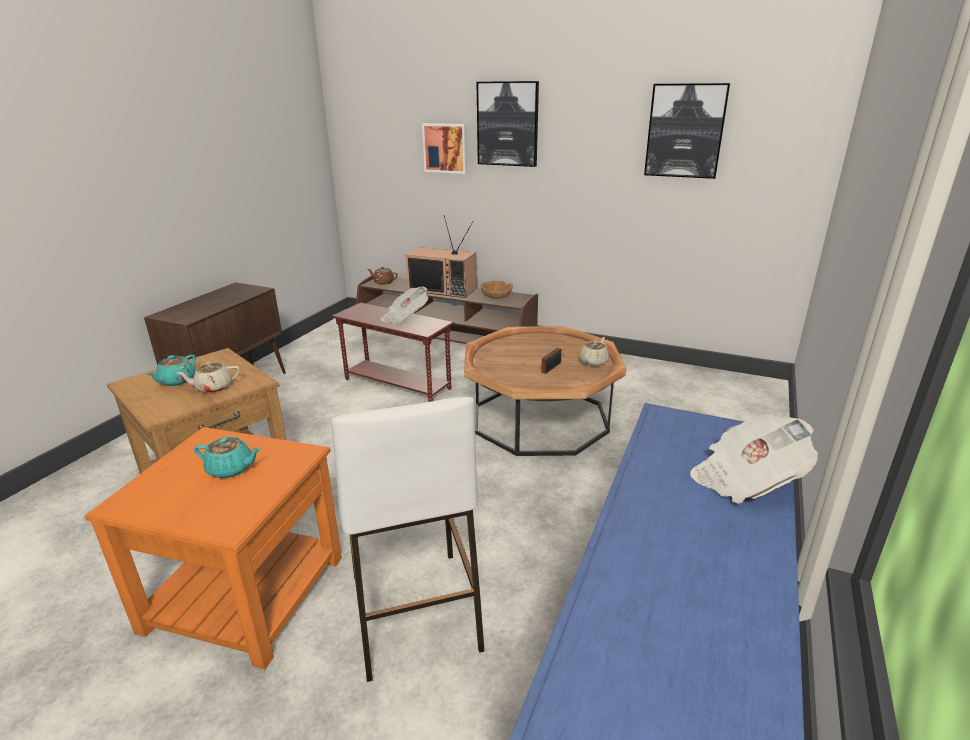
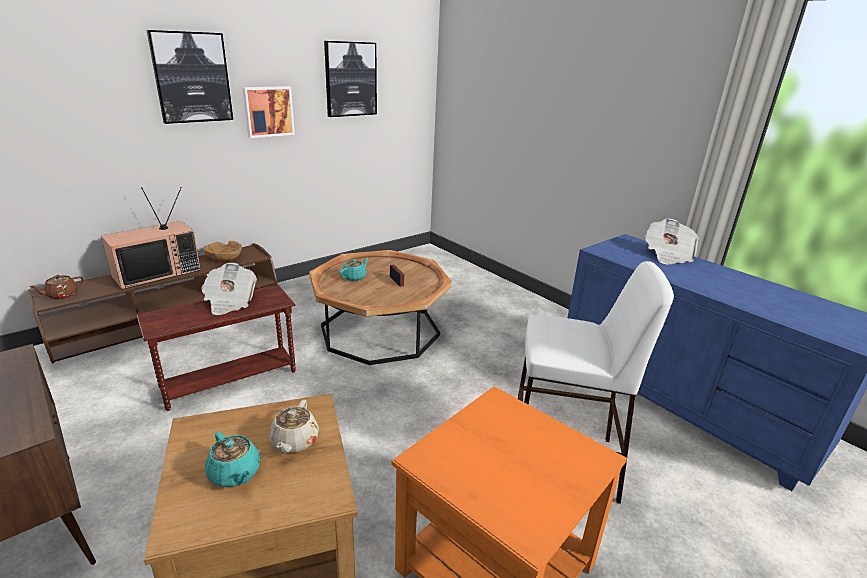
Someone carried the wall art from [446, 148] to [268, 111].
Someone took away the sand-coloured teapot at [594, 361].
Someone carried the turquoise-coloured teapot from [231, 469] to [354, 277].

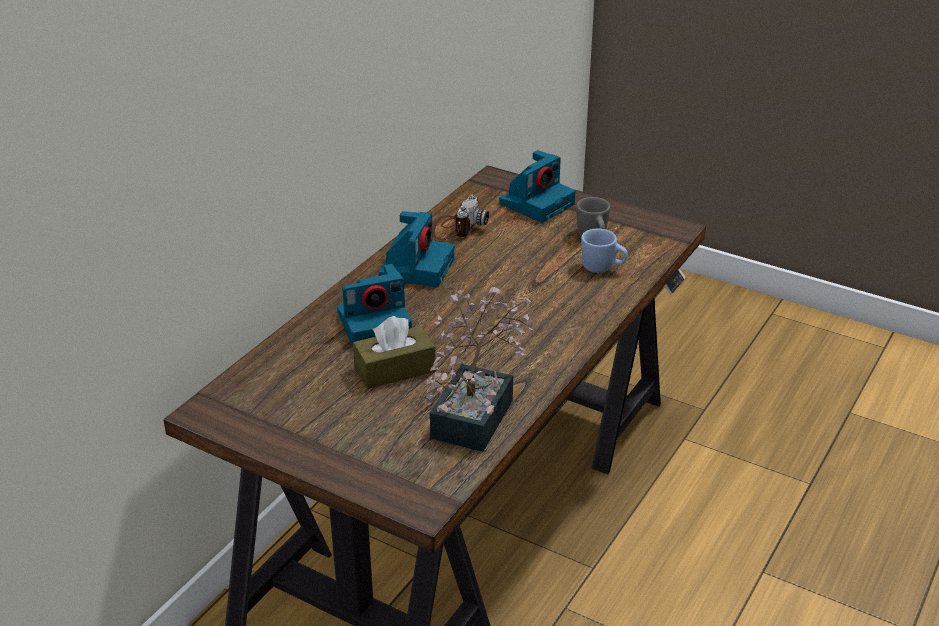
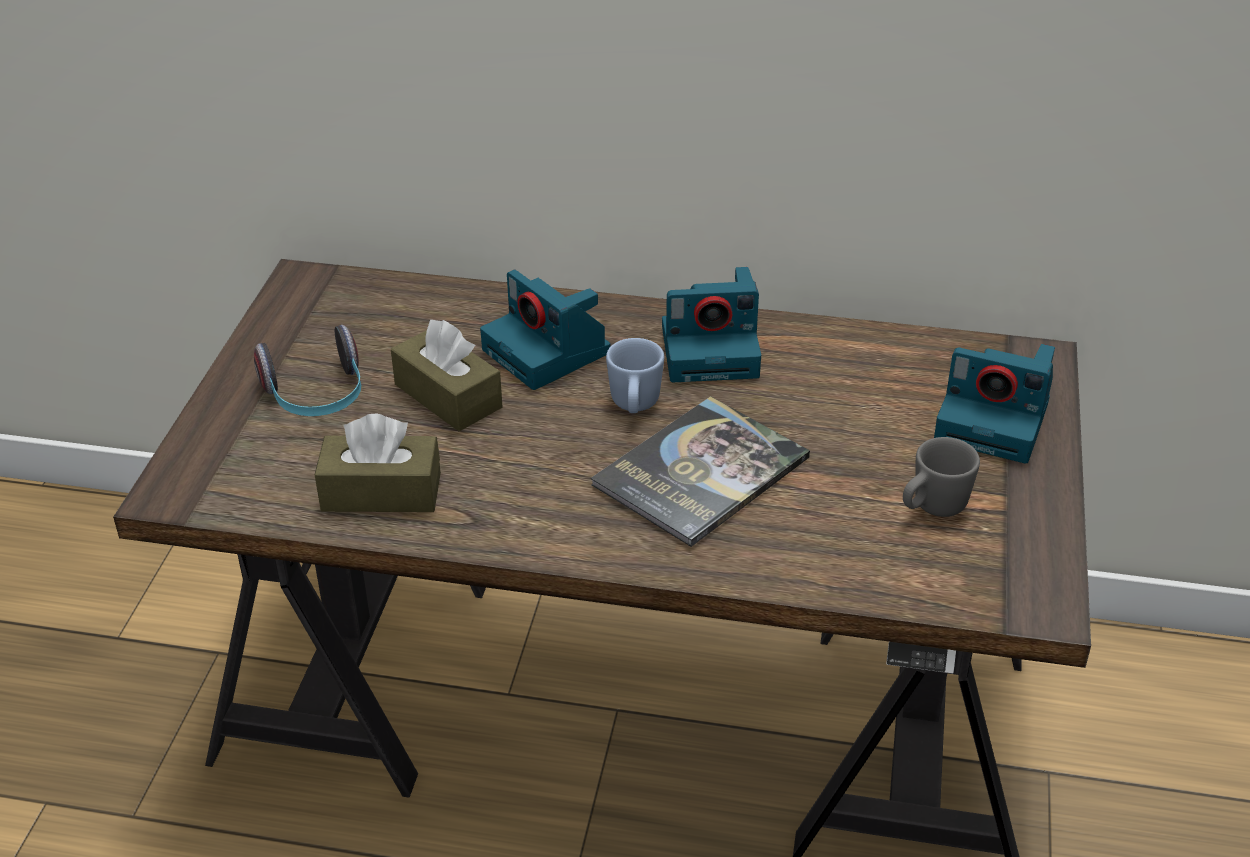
Someone took away the still camera at [457, 227].
Someone carried the bluish mug from [602, 268] to [634, 406].
Someone swapped the potted plant at [477, 412] for the brownish tissue holder at [381, 492].
Someone put down the pair of headphones at [317, 397].
Someone put down the bound book at [701, 472].

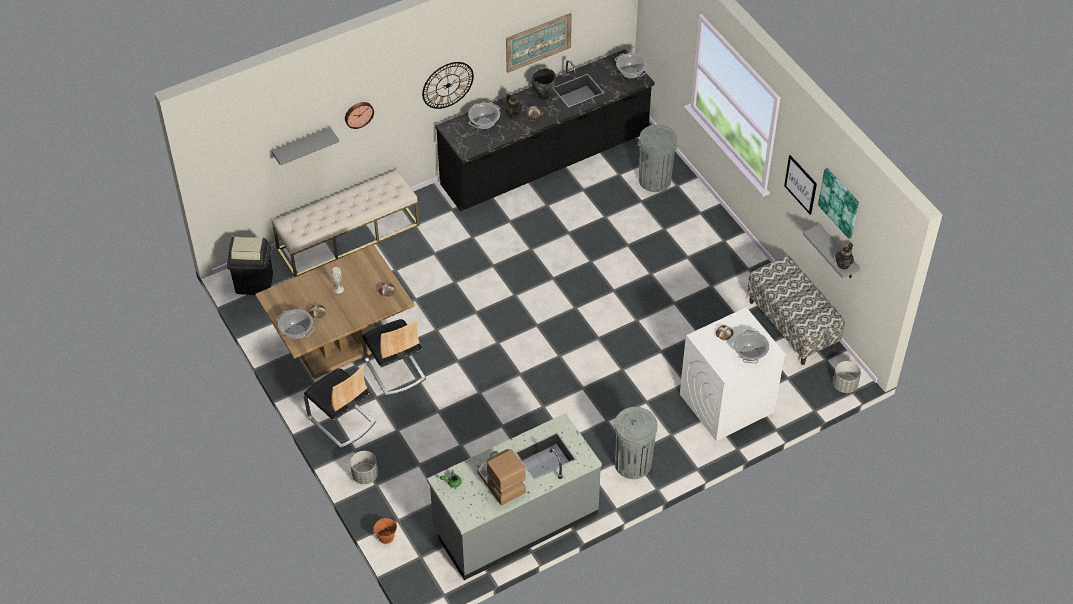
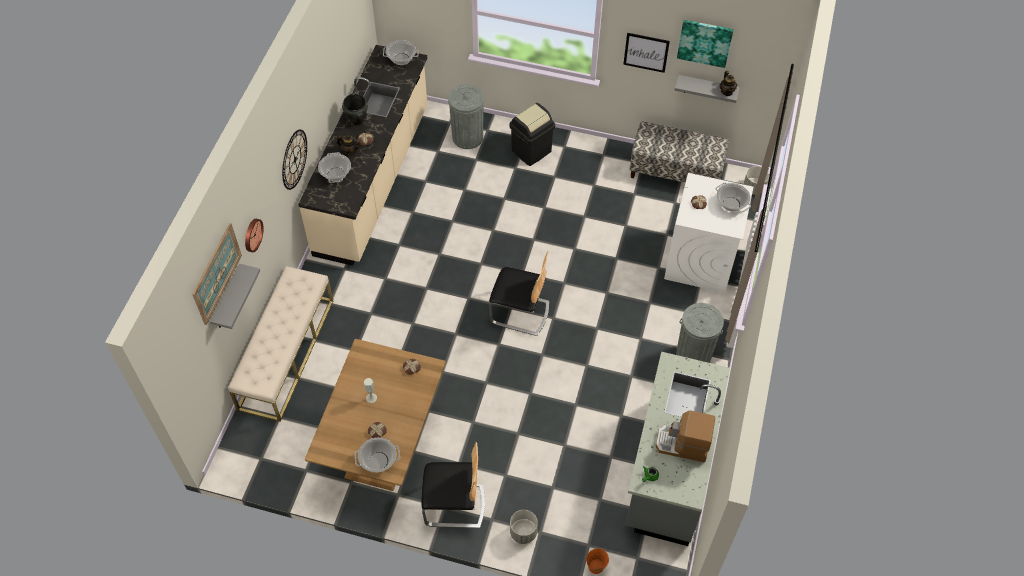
Someone carried the wall art from [538, 42] to [216, 273].
Someone repainted the blackish kitchen base unit at [545, 162], which became the sand-coloured kitchen base unit at [373, 180].
Someone carried the blackish waste bin from [254, 282] to [531, 151].
Someone carried the chair from [395, 370] to [520, 312].

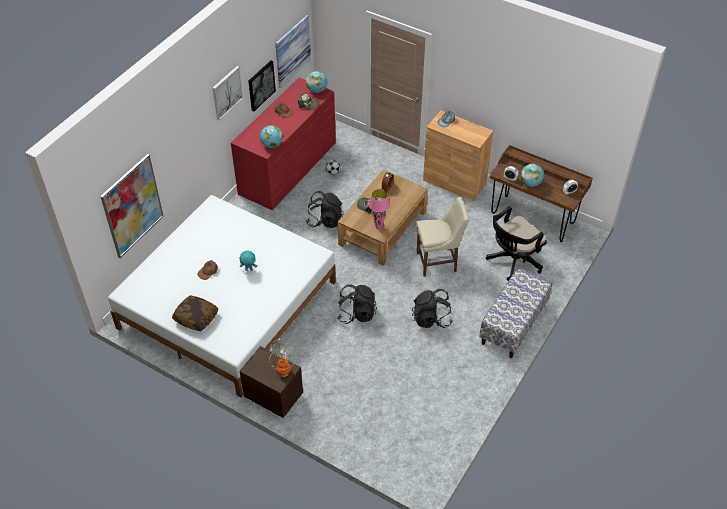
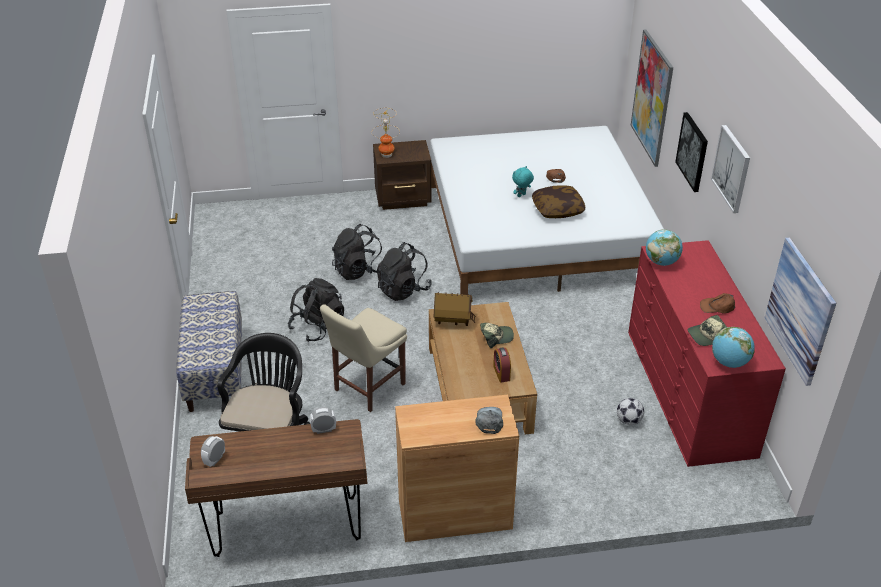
Someone carried the wall art from [261, 85] to [693, 151].
Someone took away the world globe at [530, 183].
Someone swapped the pinkish table lamp at [378, 227] for the toy house at [453, 321].
Someone carried the blackish rucksack from [325, 220] to [359, 270].
Someone carried the cushion from [196, 318] to [557, 209].

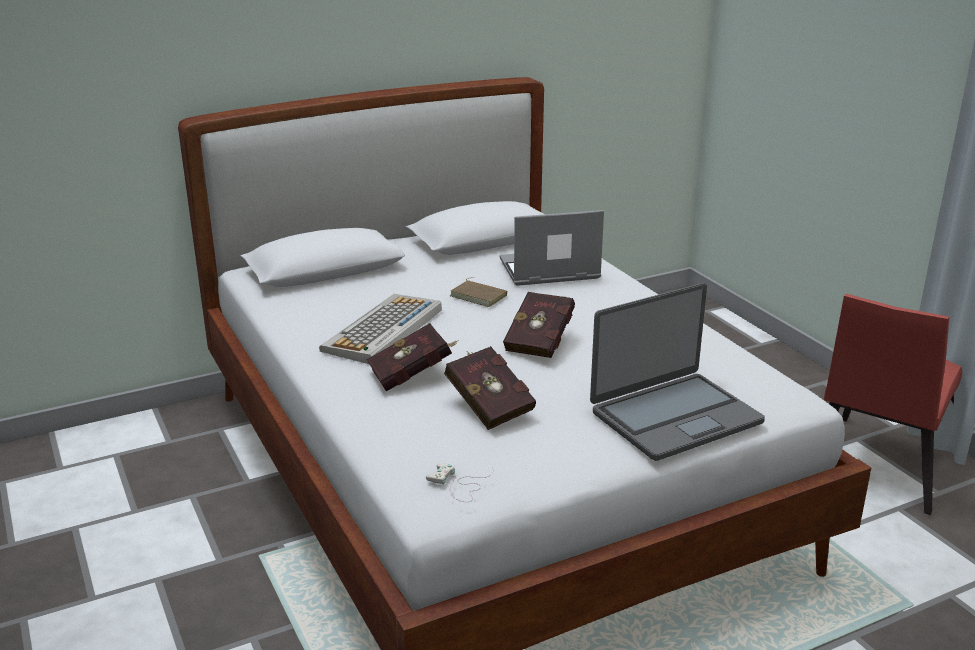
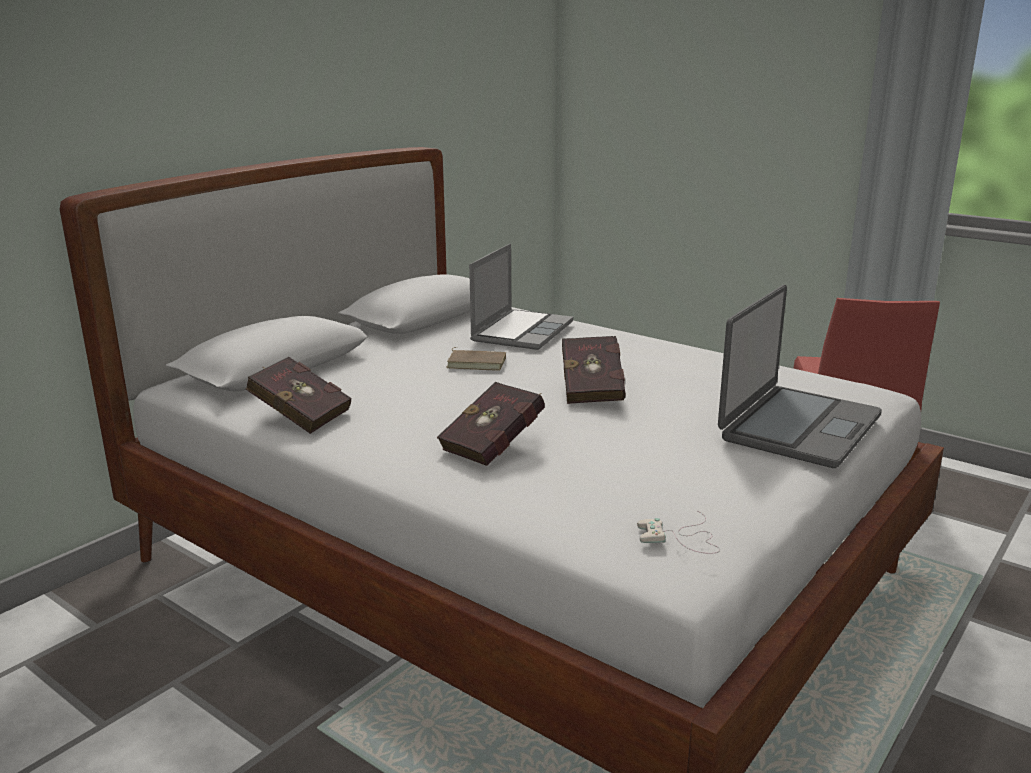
Someone rotated the laptop at [548, 270] by 150 degrees clockwise.
Someone took away the PC keyboard at [383, 330].
Someone carried the reddish bound book from [488, 405] to [298, 415].

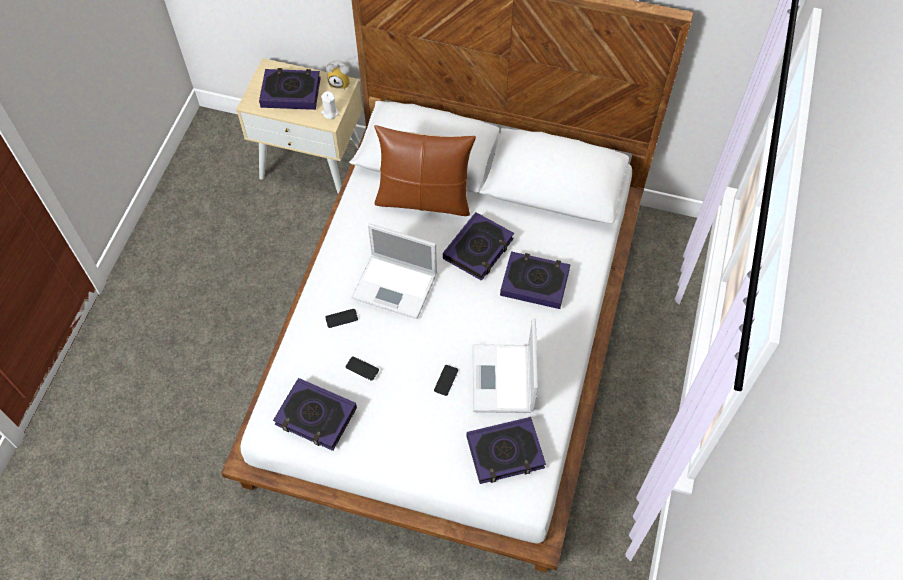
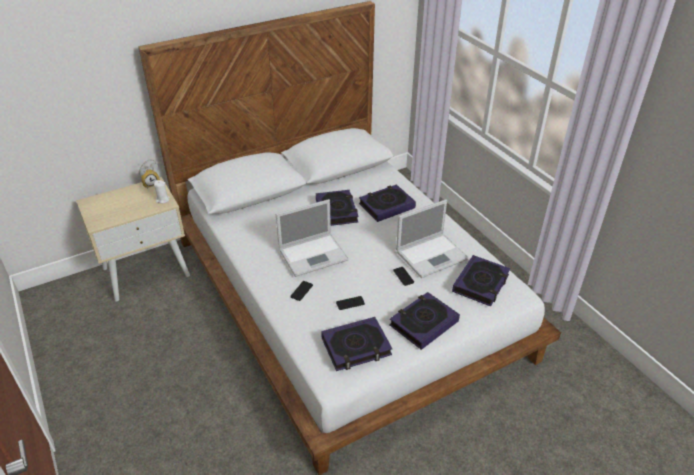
Someone carried the bound book from [291, 92] to [423, 323].
Someone took away the brownish cushion at [424, 199].
Someone rotated the laptop at [503, 380] by 75 degrees counterclockwise.

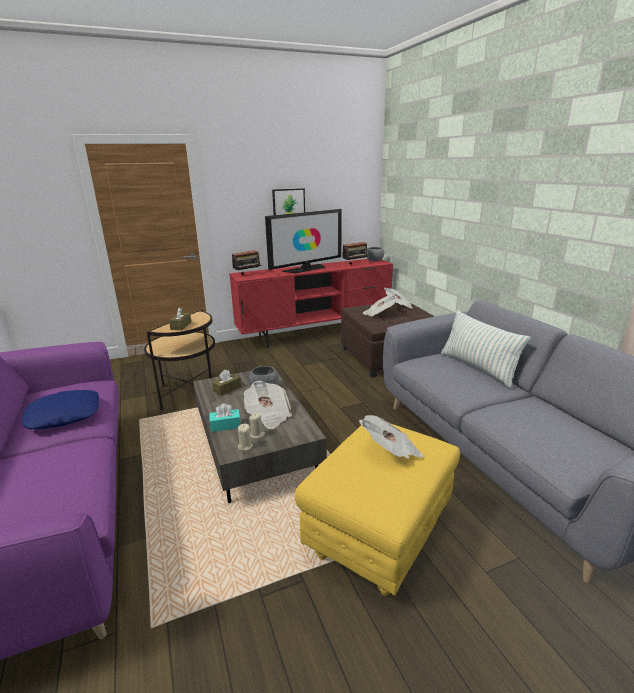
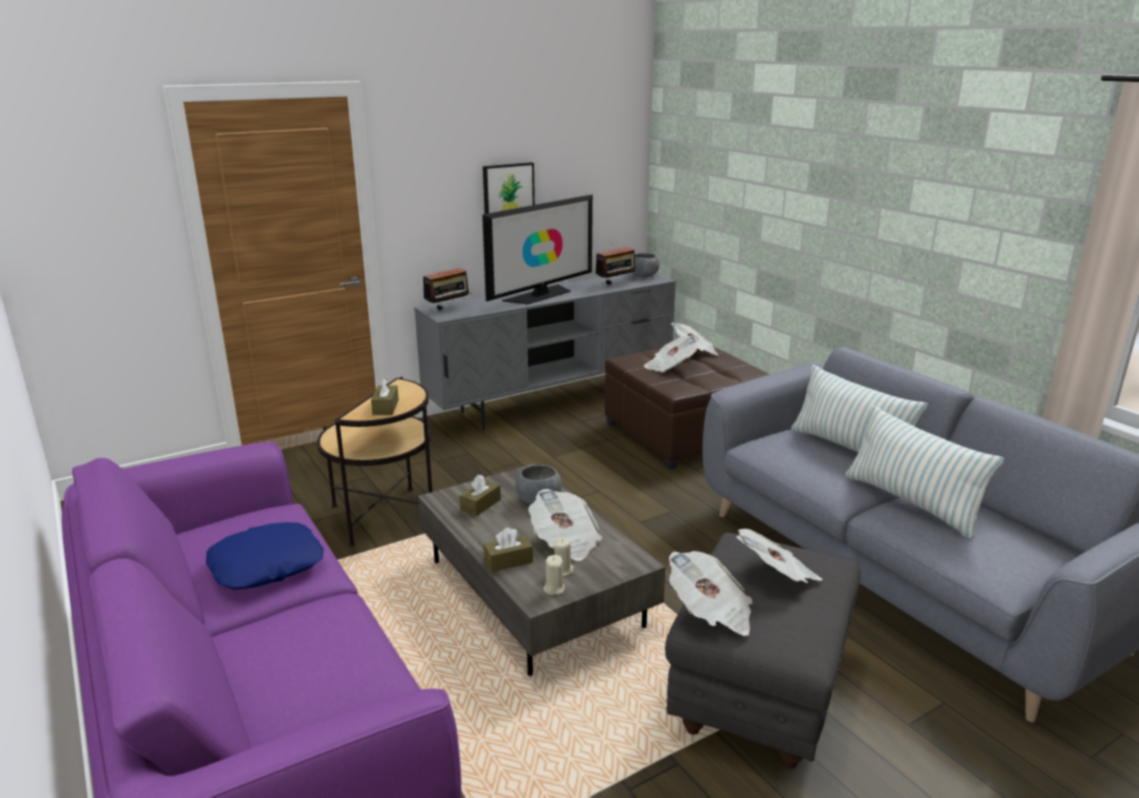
Someone repainted the reddish media console at [315, 334], which became the grey media console at [554, 401].
Someone repainted the turquoise-coloured tissue holder at [225, 425], which became the brownish tissue holder at [508, 561].
Someone repainted the yellowish footrest at [378, 535], which became the grey footrest at [757, 695].
Someone put down the cushion at [911, 503].
Someone put down the daily paper at [710, 612].

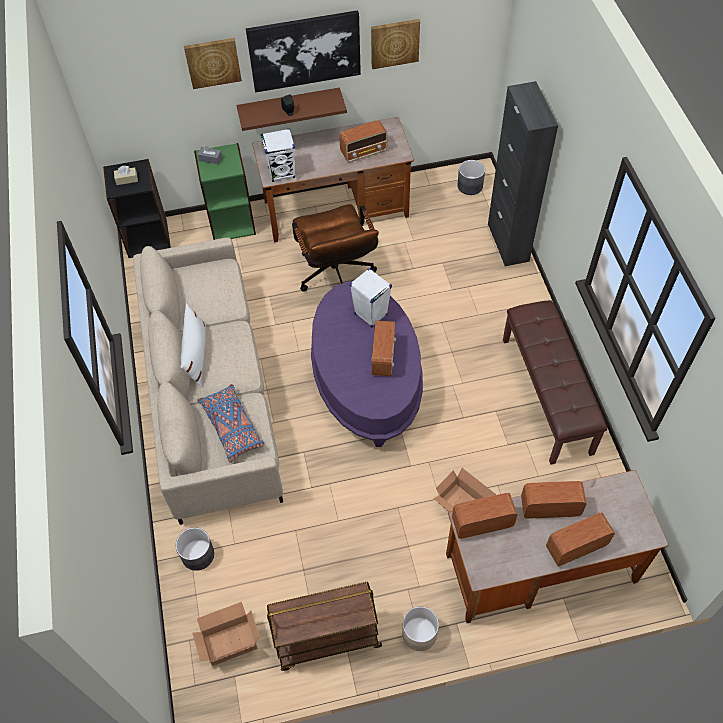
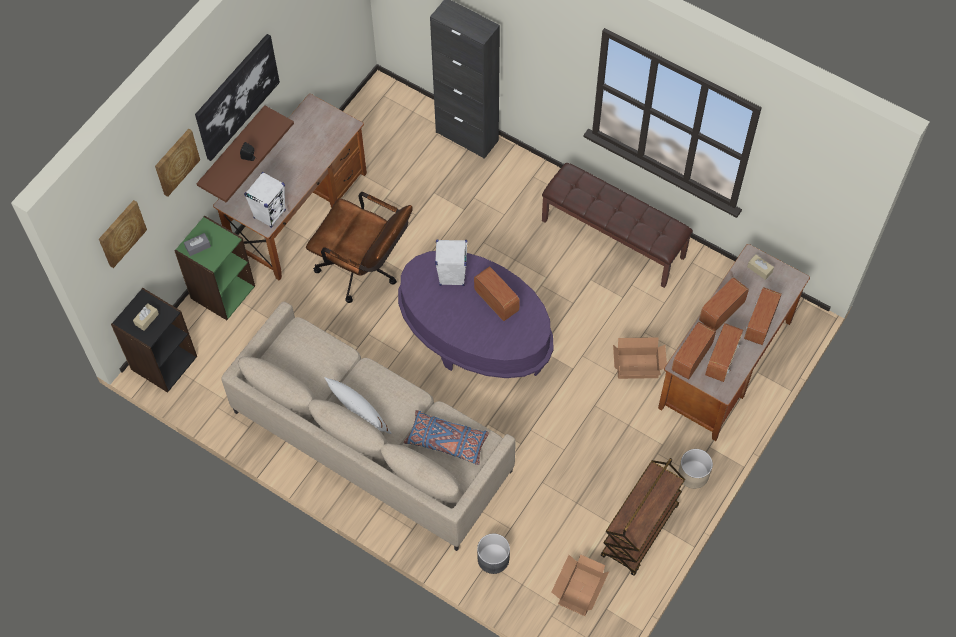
Someone carried the wall art from [394, 43] to [121, 233].
Someone carried the radio set from [364, 152] to [722, 359].
Someone took away the grey planter at [470, 186].
Someone put down the sand-coloured tissue holder at [759, 269].

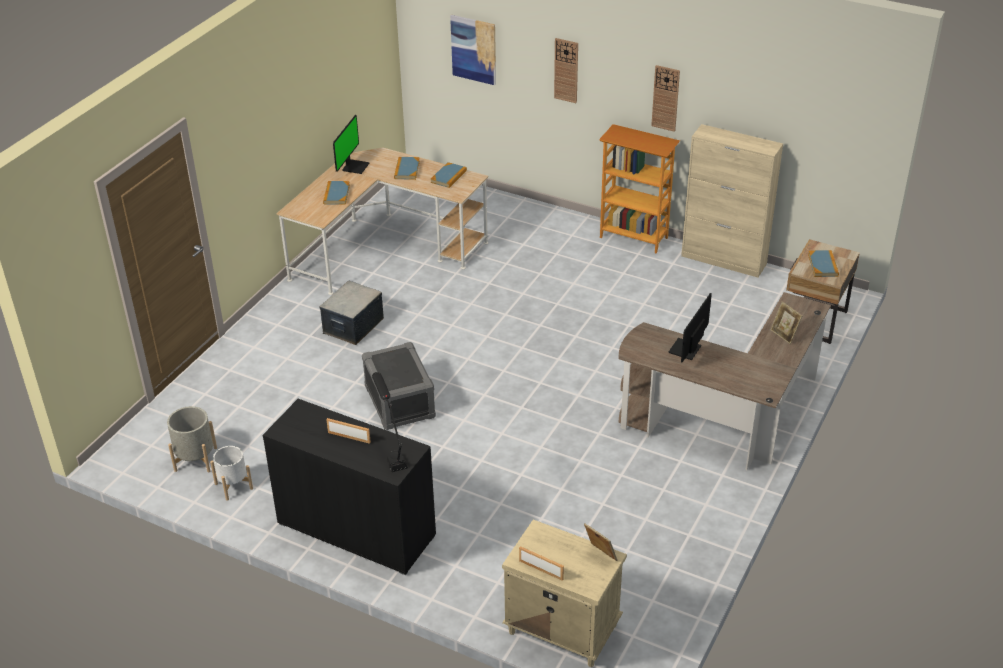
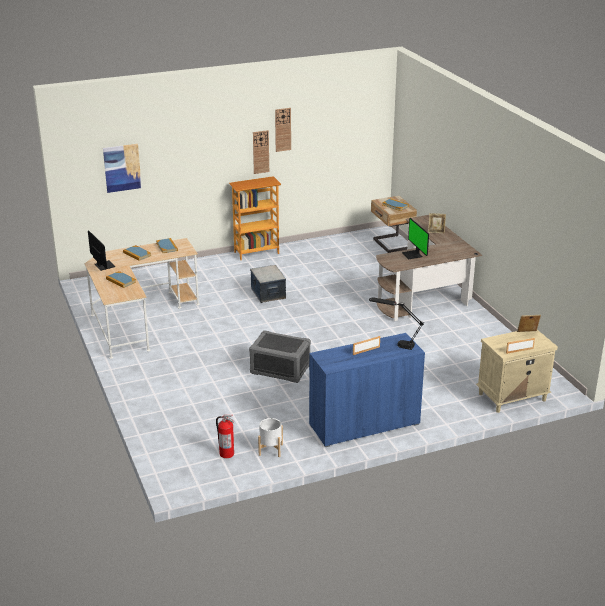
Someone carried the clock on the wall from [566, 70] to [283, 129].
Someone took away the sand-coloured storage cabinet at [724, 260].
Someone carried the storage box from [353, 326] to [268, 293].
Someone repainted the blackish storage cabinet at [356, 529], which became the bluish storage cabinet at [364, 424].
Someone swapped the grey planter at [195, 459] for the fire-fighting cylinder at [226, 453].

